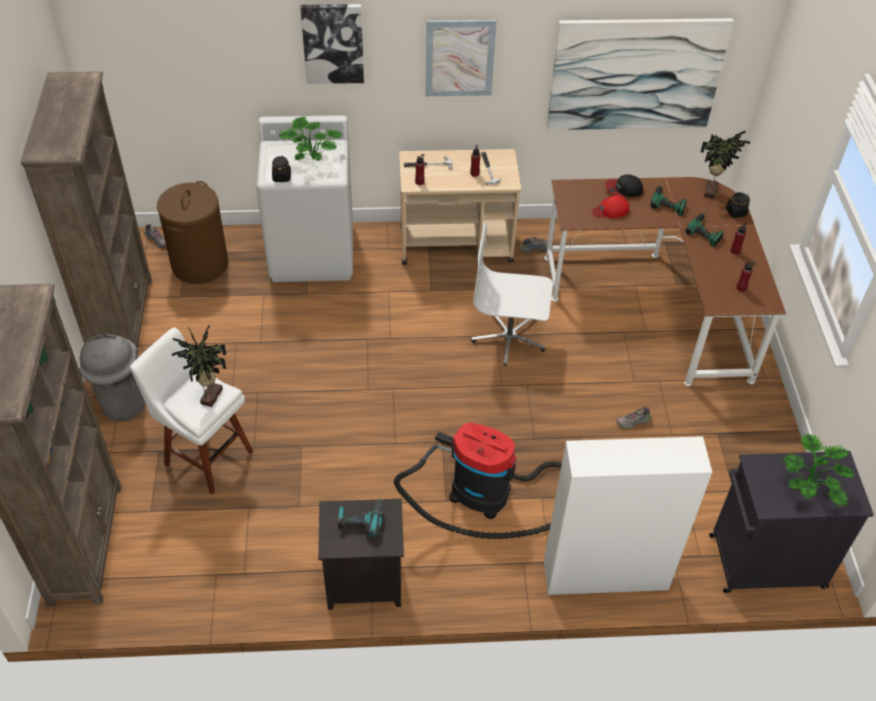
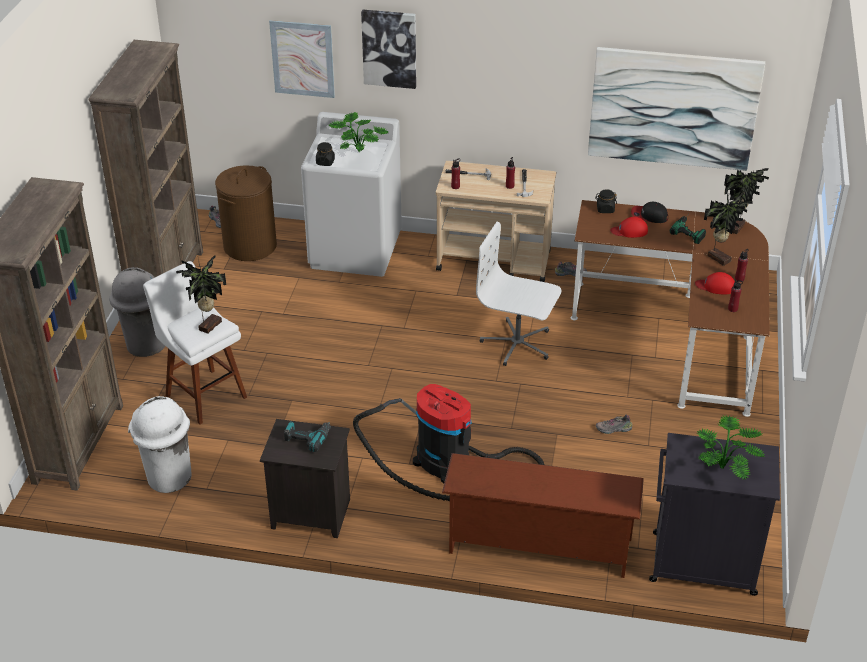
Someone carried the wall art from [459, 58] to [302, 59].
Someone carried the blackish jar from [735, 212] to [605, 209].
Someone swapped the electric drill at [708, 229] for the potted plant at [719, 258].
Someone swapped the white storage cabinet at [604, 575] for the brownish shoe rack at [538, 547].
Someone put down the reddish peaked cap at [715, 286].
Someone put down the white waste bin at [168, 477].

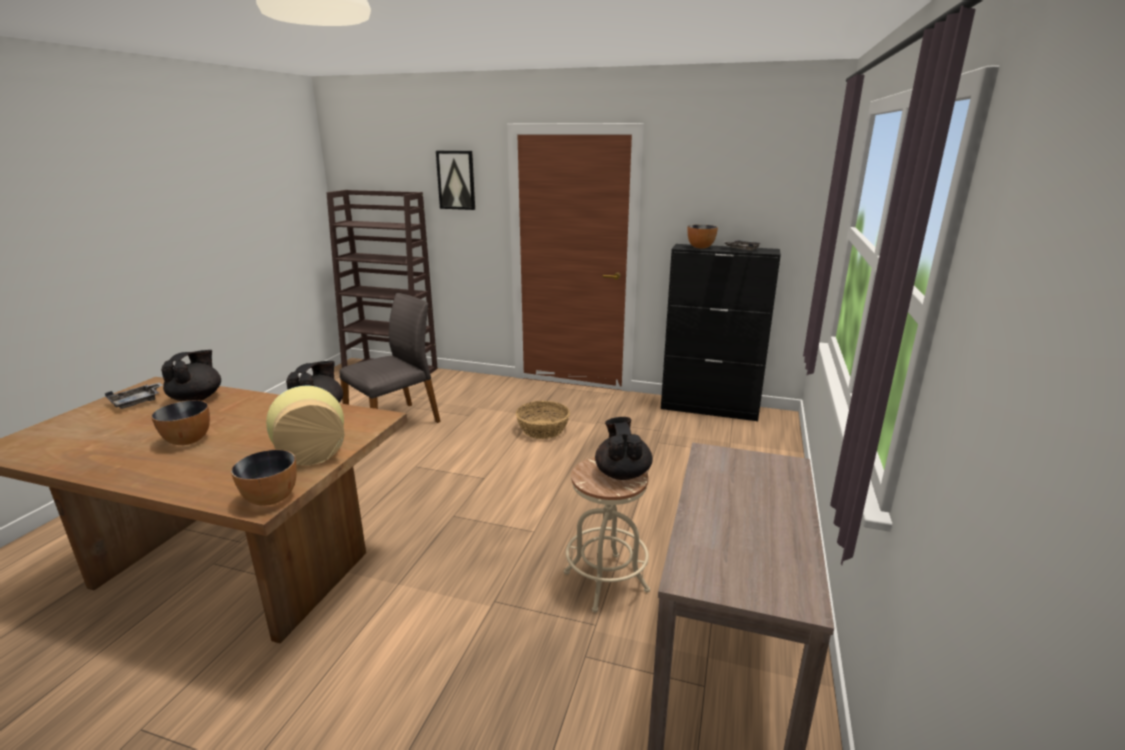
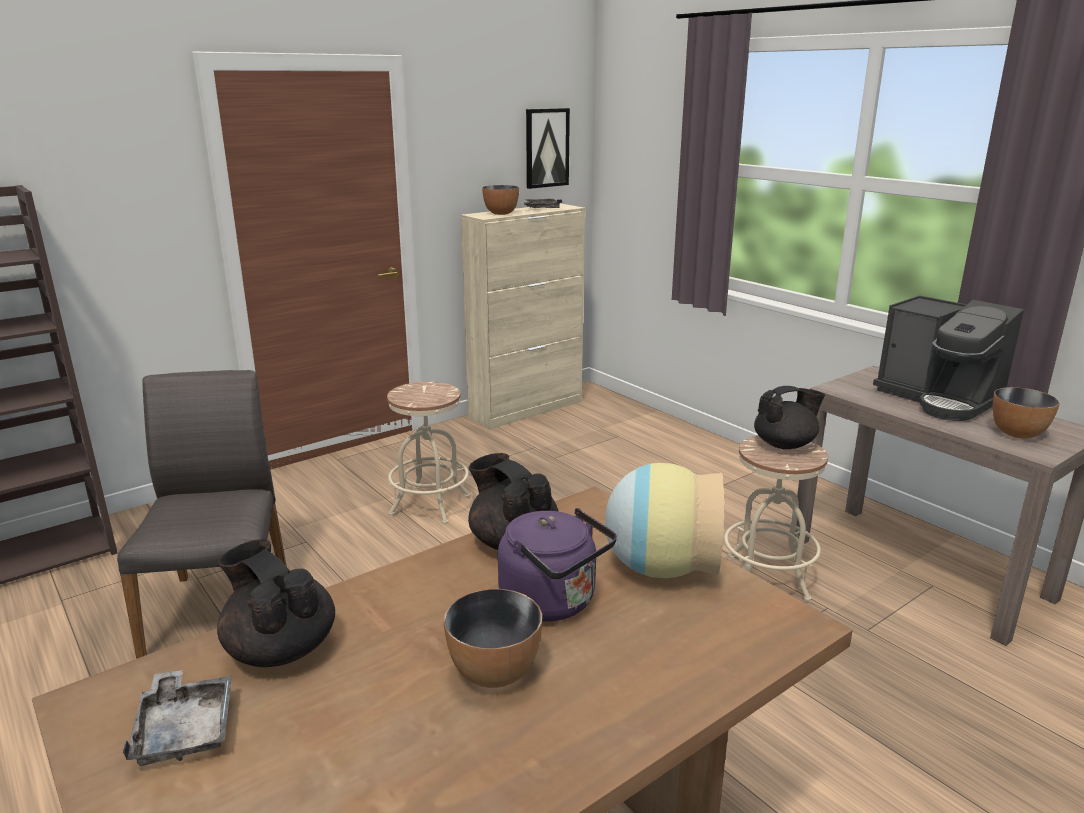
Someone carried the wall art from [456, 180] to [546, 148].
Someone repainted the blackish storage cabinet at [710, 409], which became the sand-coloured storage cabinet at [527, 409].
Someone swapped the household basket at [543, 429] for the sand-coloured sitting stool at [430, 505].
Someone rotated the blackish teapot at [622, 473] by 135 degrees clockwise.
Someone carried the deep dish from [271, 498] to [1017, 434].
Someone put down the coffee machine at [938, 399].
Someone put down the purple-coloured tea kettle at [553, 602].

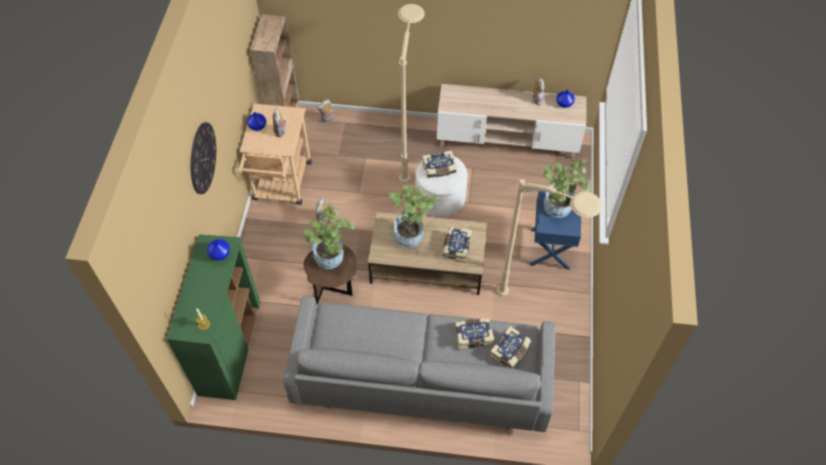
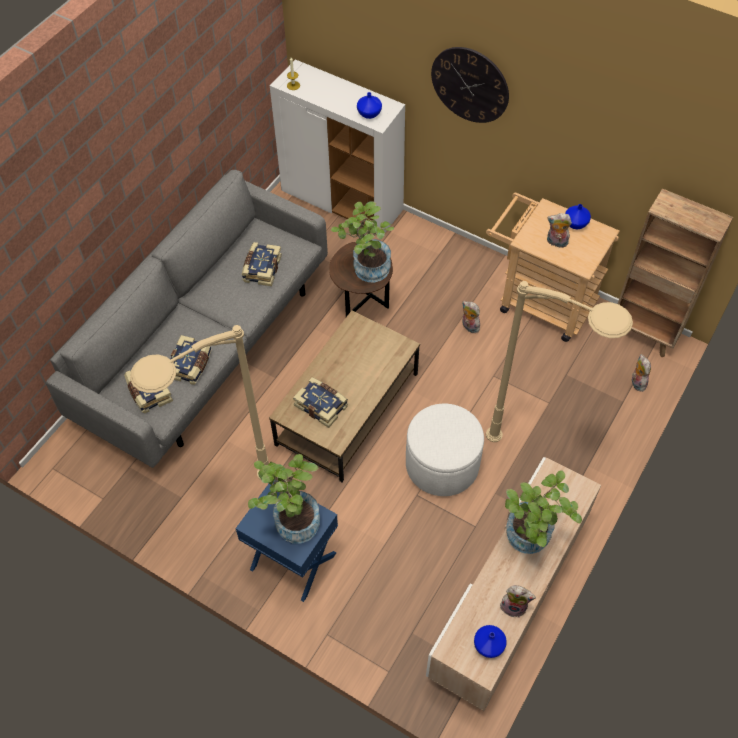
Someone carried the bound book from [439, 169] to [261, 269].
Someone carried the potted plant from [412, 234] to [529, 540].
Someone repainted the green-coloured storage cabinet at [229, 348], which became the white storage cabinet at [342, 201].

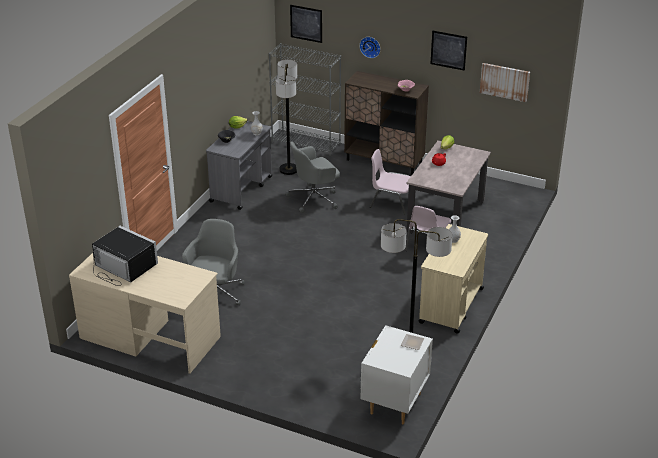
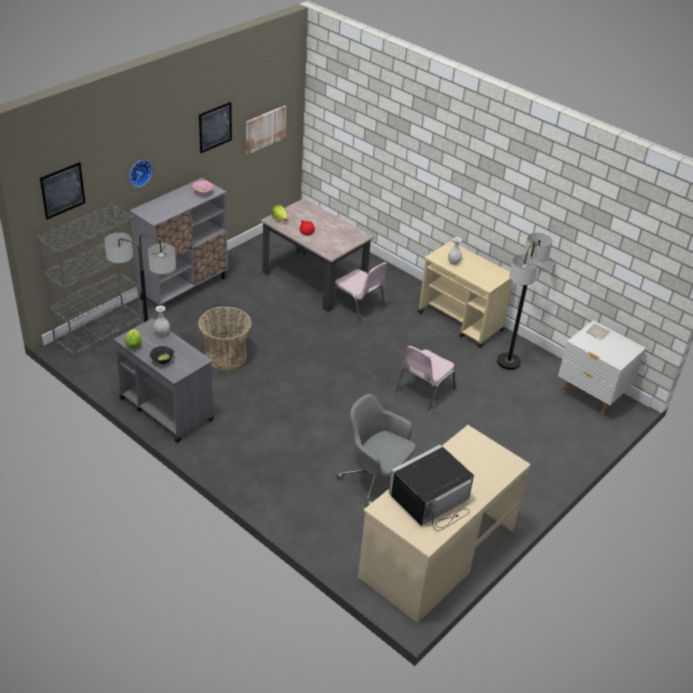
Someone repainted the brownish storage cabinet at [384, 161], which became the grey storage cabinet at [183, 288].
Someone swapped the grey computer chair at [314, 198] for the household basket at [225, 357].
Someone carried the pinkish chair from [391, 202] to [424, 390].

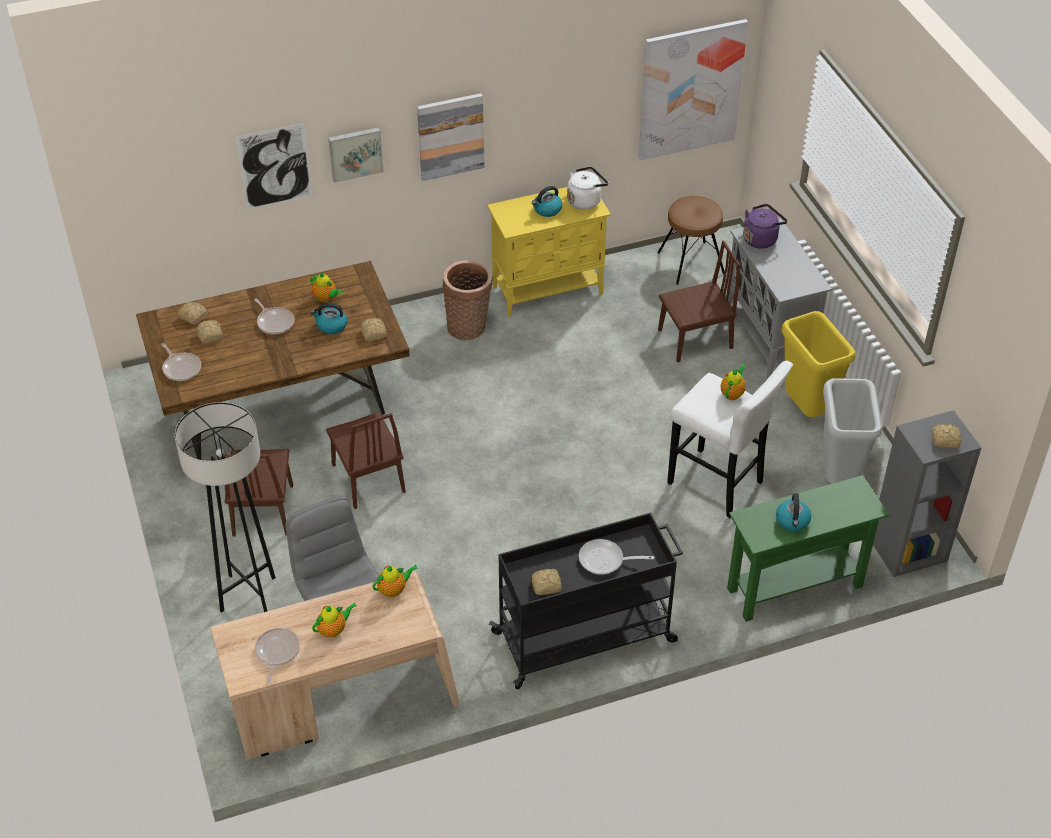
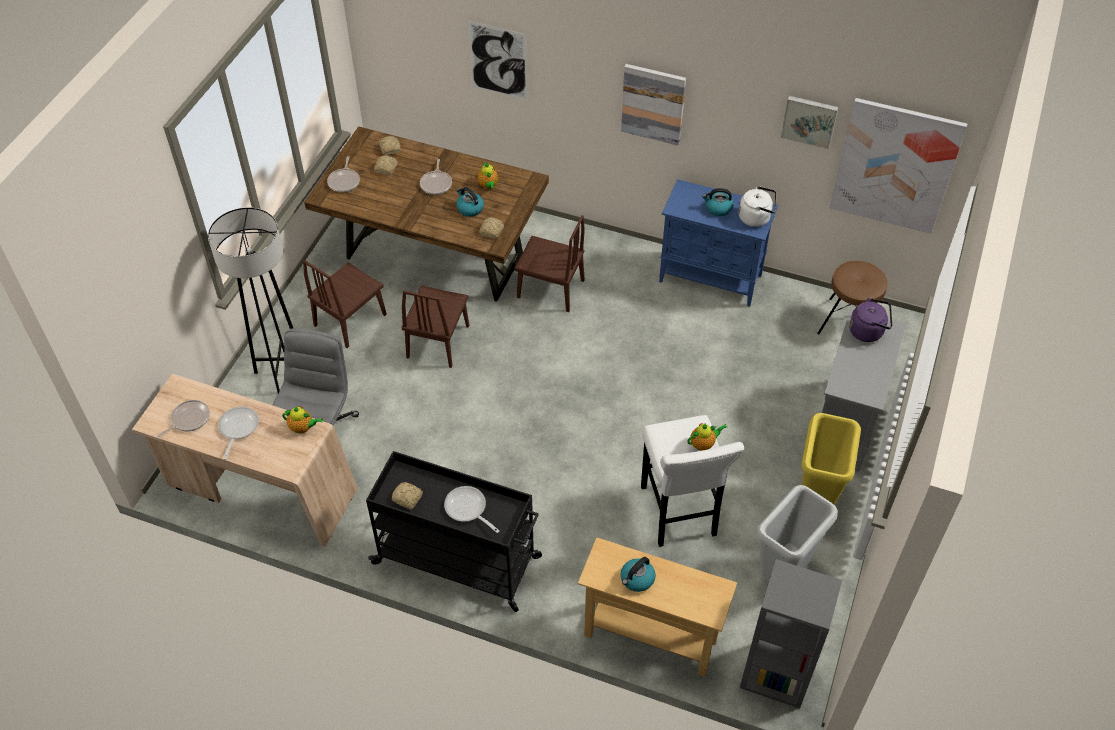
Someone carried the wall art from [355, 153] to [809, 120].
Someone repainted the yellowish storage cabinet at [548, 289], which became the bluish storage cabinet at [711, 278].
Someone carried the brownish chair from [695, 339] to [550, 289].
Someone took away the household basket at [469, 327].
Someone took away the bakery bread at [946, 440].
Someone repainted the green-coloured narrow table at [794, 587], which became the sand-coloured narrow table at [650, 637].
Someone swapped the teapot at [334, 629] for the frying pan at [237, 429].

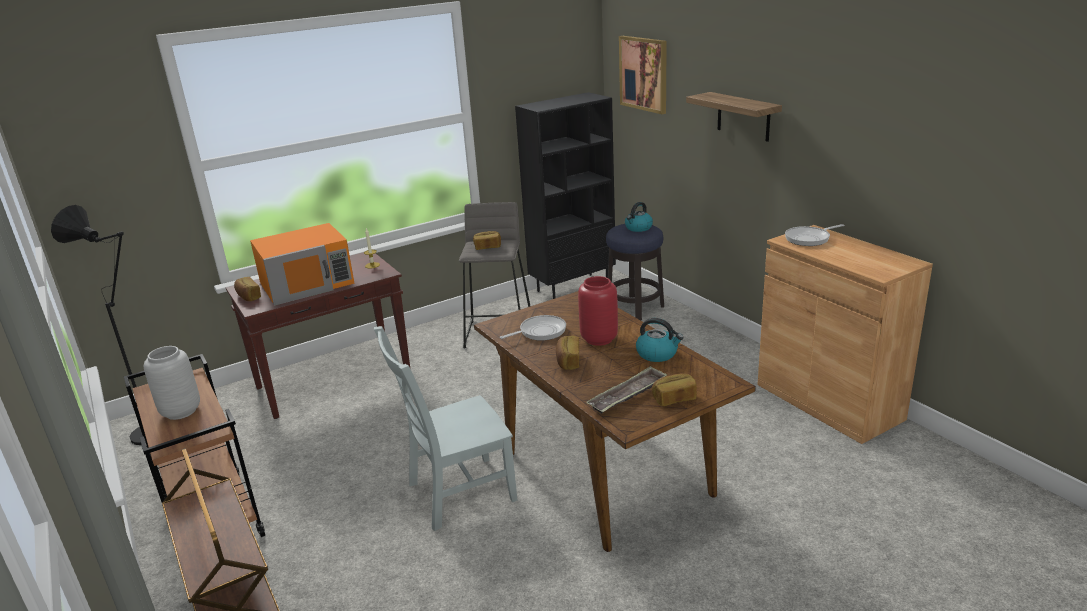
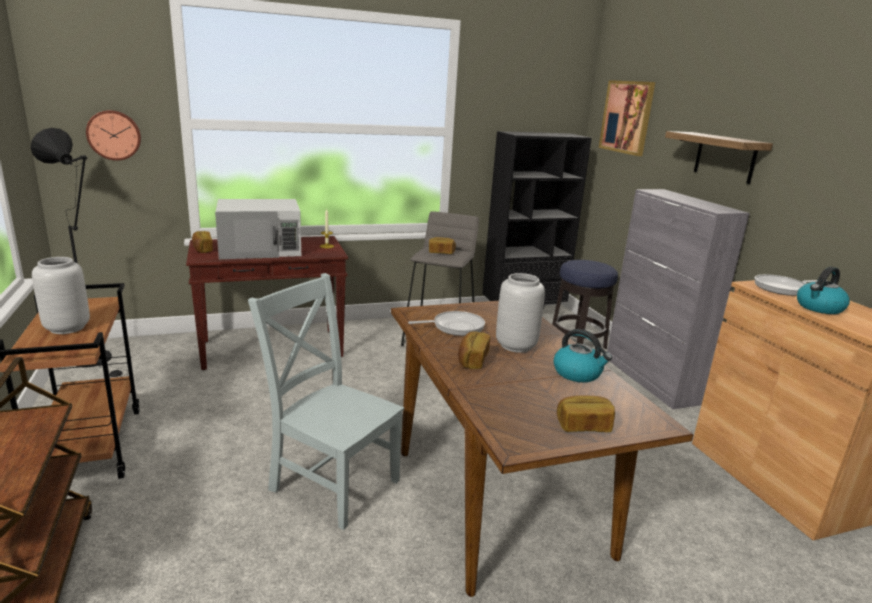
Someone carried the tea kettle from [638, 228] to [819, 308].
Someone repainted the orange microwave at [308, 283], which became the white microwave at [261, 249].
Someone repainted the reddish vase at [599, 339], which became the grey vase at [516, 346].
Someone rotated the grey chair at [457, 493] by 45 degrees clockwise.
Someone took away the carrying tray at [628, 395].
Someone put up the clock on the wall at [114, 135].
Someone put down the grey storage cabinet at [650, 380].

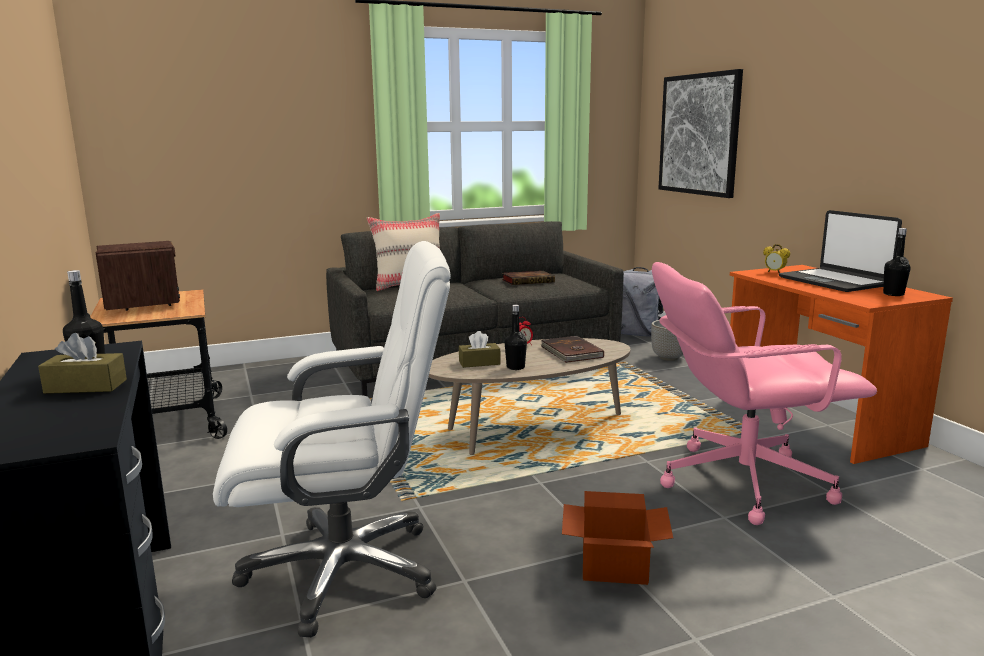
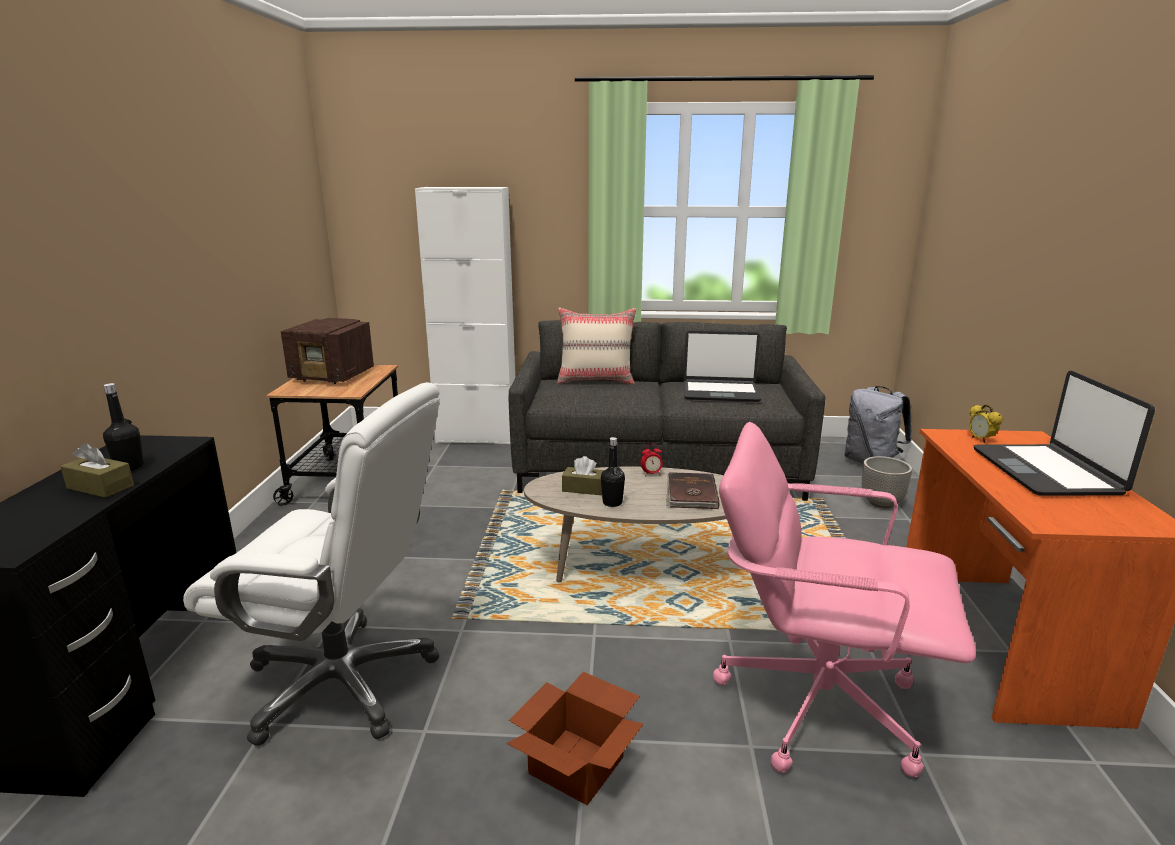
Someone took away the wall art at [699, 134].
Someone took away the blackish bottle at [893, 294].
Someone rotated the radio set at [143, 304] by 105 degrees clockwise.
Someone swapped the bound book at [529, 281] for the laptop at [720, 392].
Someone put down the white storage cabinet at [477, 437].

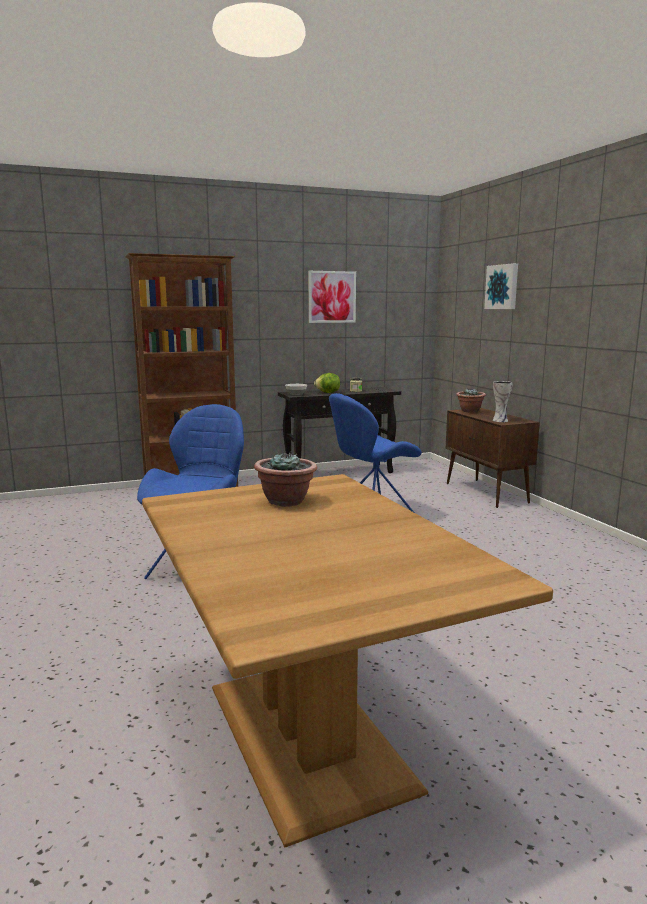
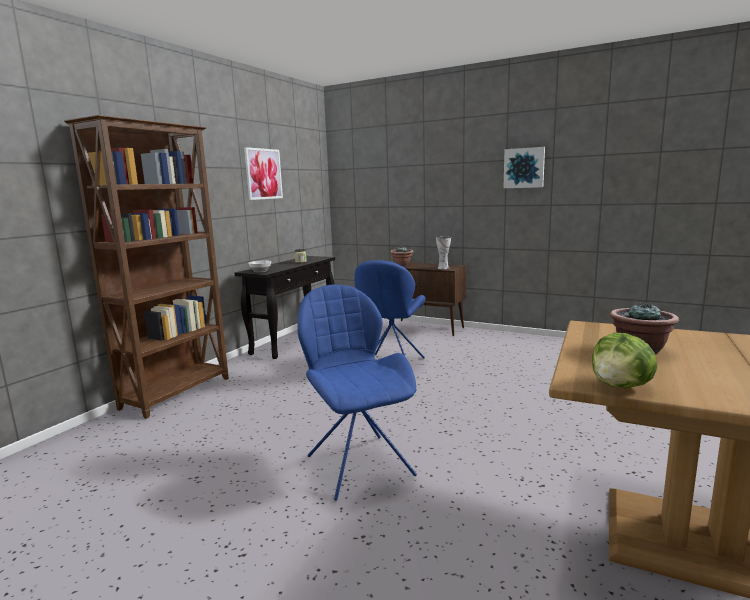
Someone carried the wall art from [502, 287] to [524, 168].
Someone carried the lettuce from [328, 393] to [621, 386].

